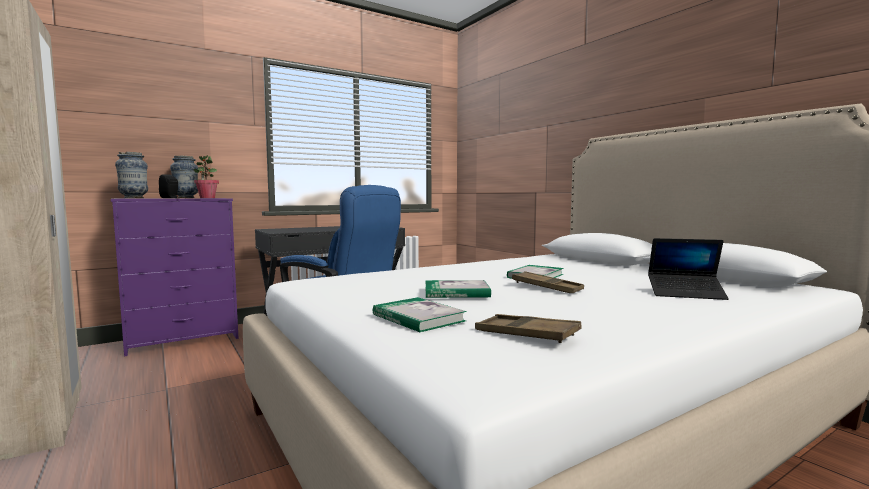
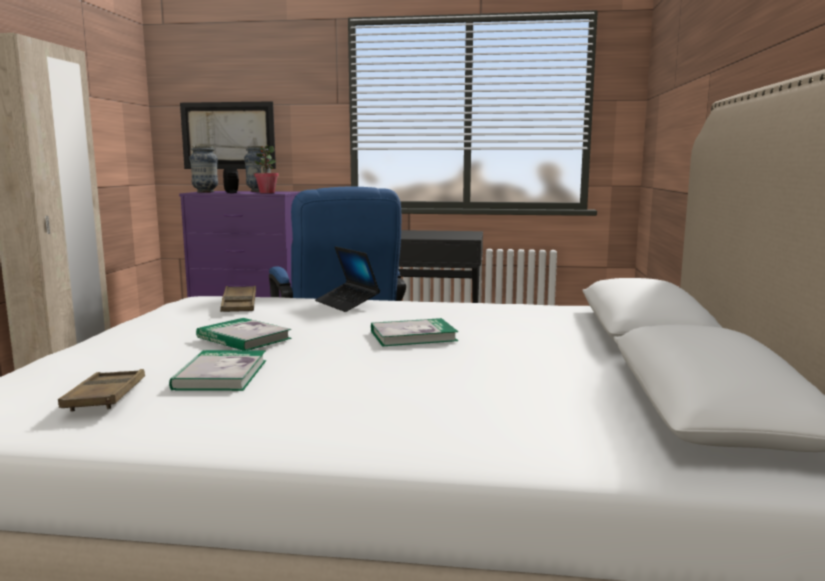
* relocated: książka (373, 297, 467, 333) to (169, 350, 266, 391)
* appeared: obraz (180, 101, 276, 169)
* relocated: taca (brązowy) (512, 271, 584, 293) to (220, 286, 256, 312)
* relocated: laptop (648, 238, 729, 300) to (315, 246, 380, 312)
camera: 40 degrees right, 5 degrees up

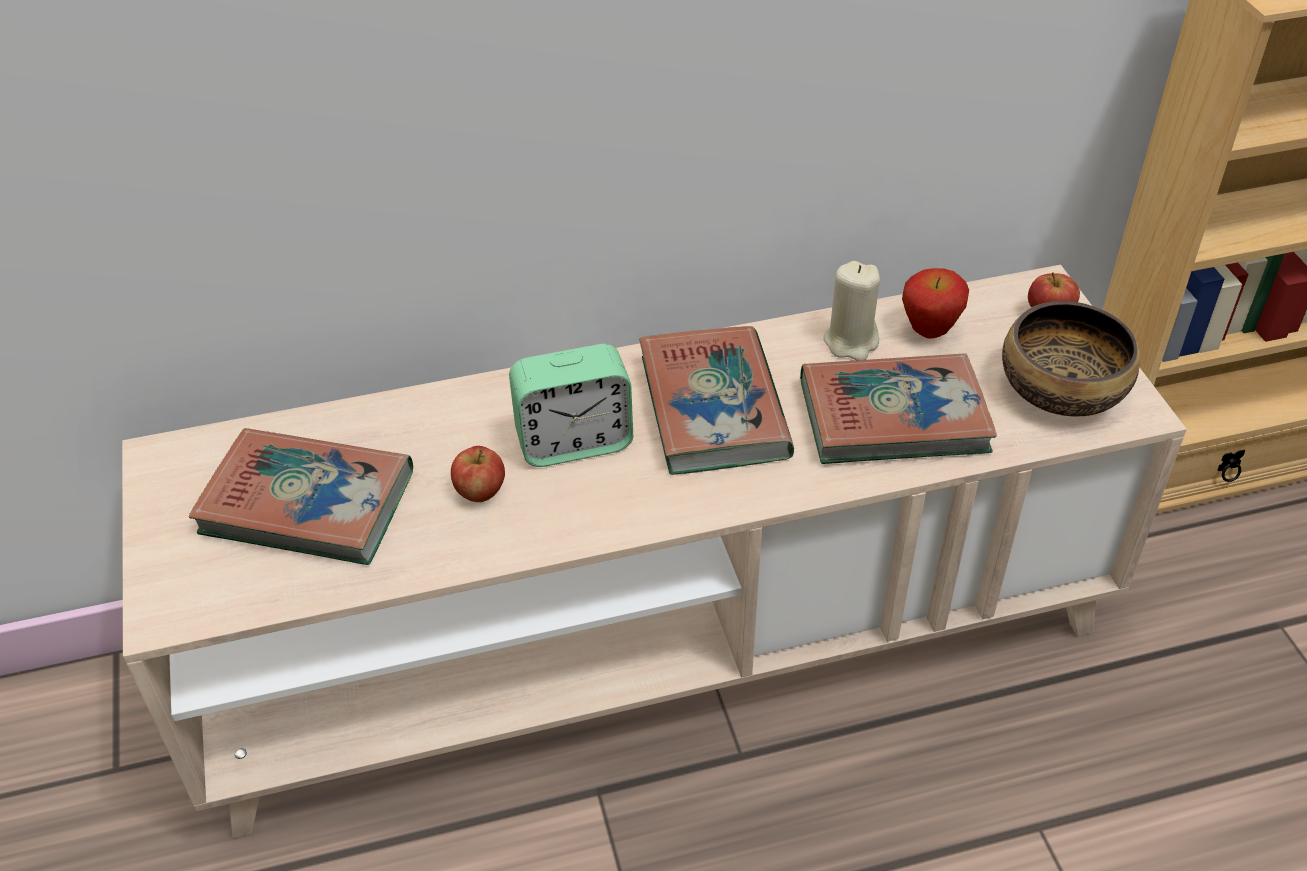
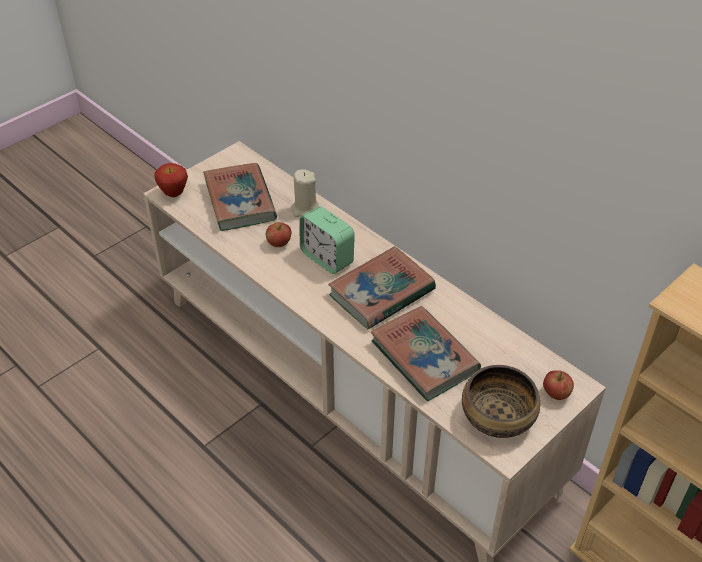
* relocated: jabłko (902, 268, 969, 339) to (154, 163, 188, 197)
* relocated: świeca (beżowy) (823, 261, 880, 360) to (291, 169, 319, 217)
camera: 60 degrees right, 0 degrees up

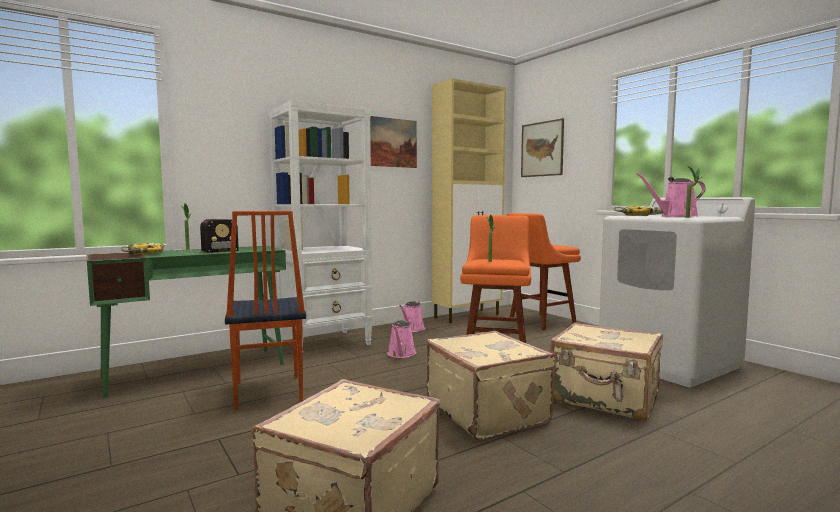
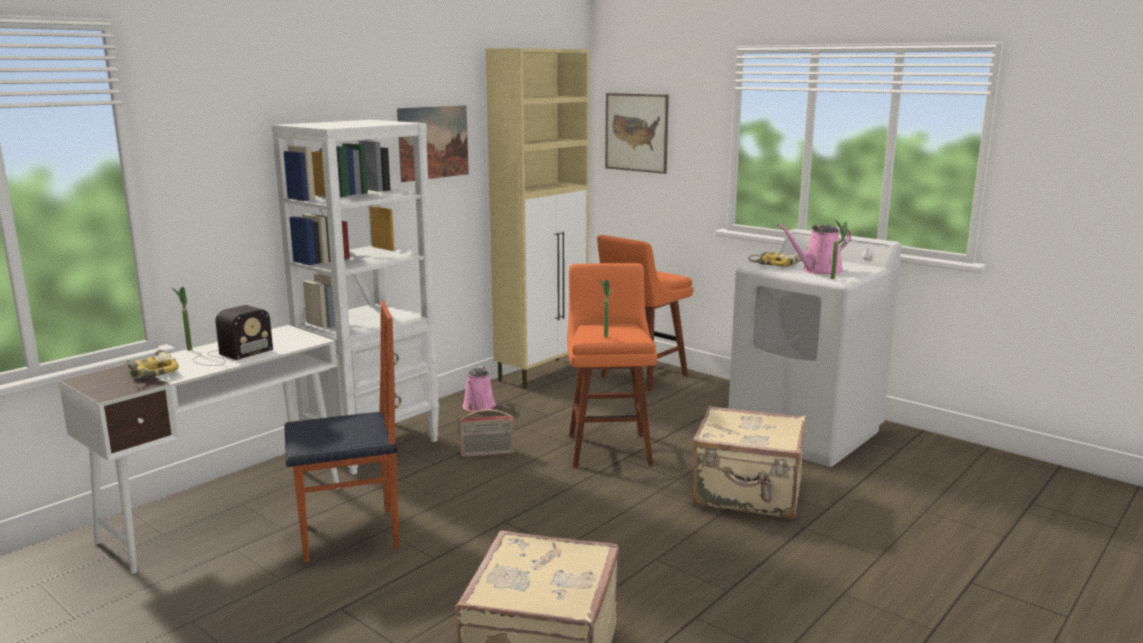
* colour: biurko (zielony) (86, 246, 286, 398) to biurko (biały) (58, 325, 340, 574)
* spun: krzesło (225, 211, 306, 410) = (284, 301, 400, 563) 75 degrees counterclockwise
* exchanged: konewka (różowy) (387, 320, 416, 358) to radio (458, 409, 515, 457)
* missing: walizka (beżowy) (426, 331, 556, 440)
camera: 15 degrees left, 10 degrees up

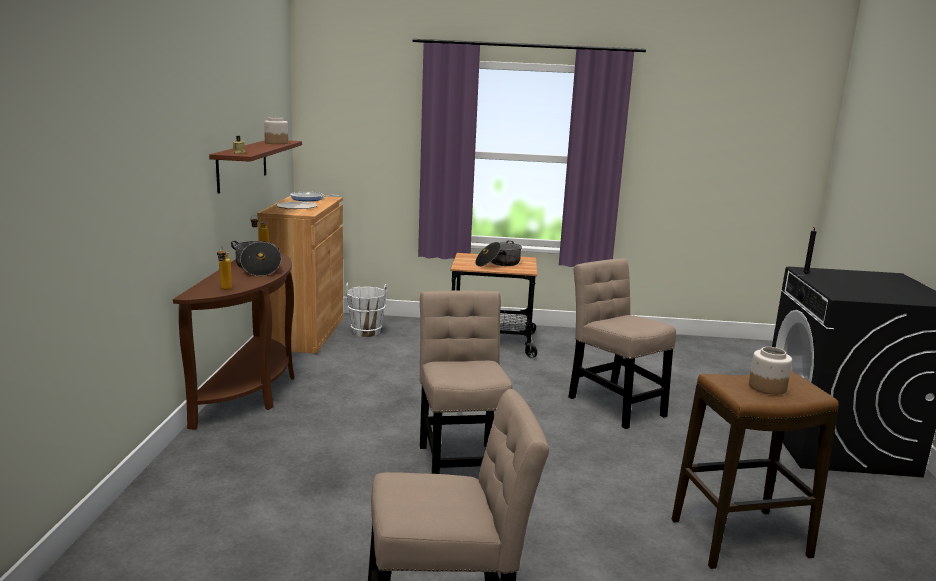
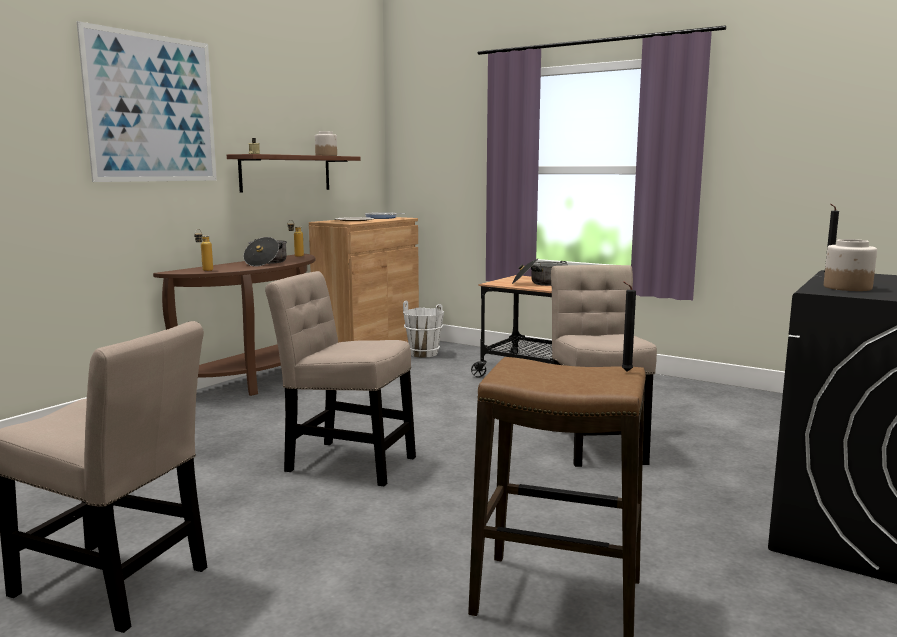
* appeared: obraz (77, 21, 217, 182)
* spun: krzesło (beżowy) (420, 291, 512, 474) = (265, 271, 416, 486) 90 degrees counterclockwise
* appeared: świeca (czarny) (621, 281, 636, 372)
* relocated: słoik (749, 347, 792, 395) to (824, 239, 877, 291)
camera: 30 degrees right, 5 degrees down

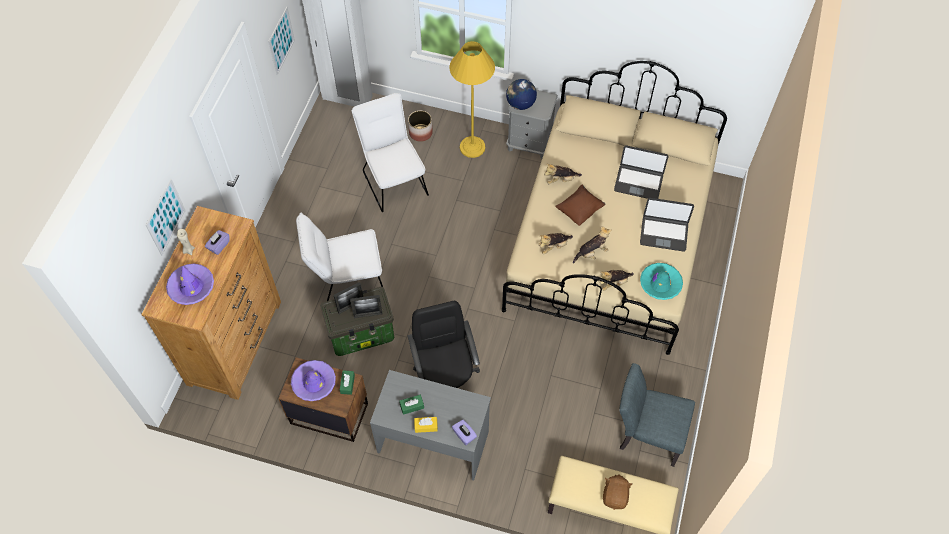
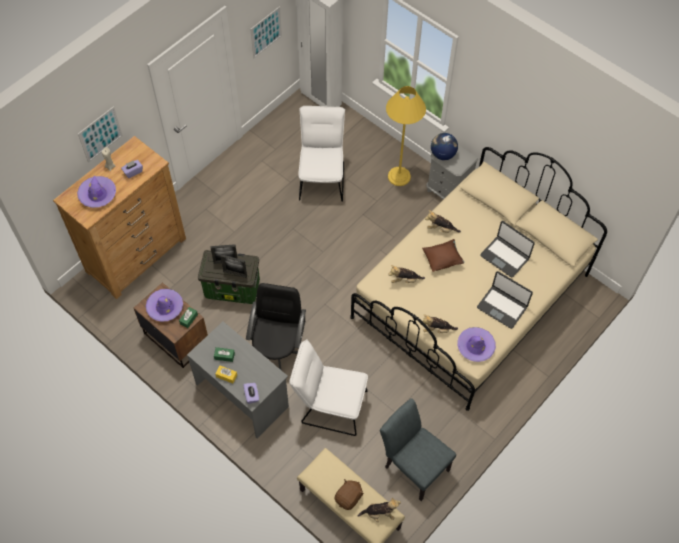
* relocated: krzesło (biały) (296, 213, 383, 301) to (289, 339, 368, 436)
* relocated: pluszak (573, 226, 611, 264) to (358, 497, 401, 522)
* colour: kapelusz (turkusowy) (640, 263, 683, 300) to kapelusz (fioletowy) (457, 327, 496, 362)
* missing: donica (408, 111, 433, 142)
camera: 25 degrees right, 0 degrees up

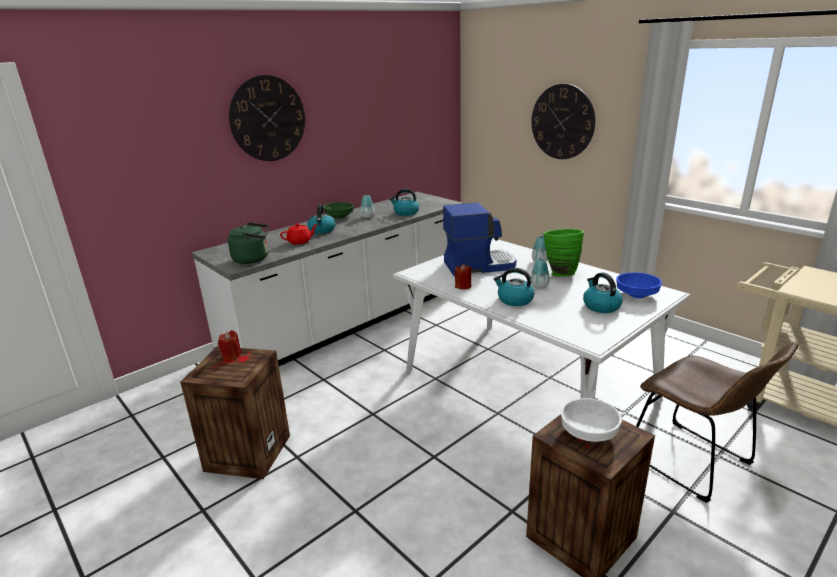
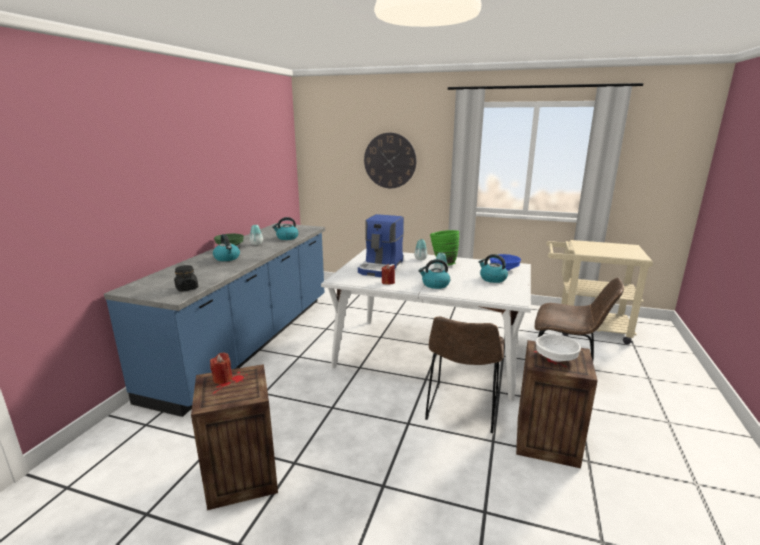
* colour: zabudowa kuchenna (biały) (192, 192, 464, 366) to zabudowa kuchenna (niebieski) (104, 223, 325, 417)
* exchanged: czajnik (zielony) (228, 222, 269, 264) to słoik (czarny) (174, 265, 198, 292)
* spun: ekspres do kawy (443, 203, 516, 276) = (358, 214, 404, 277) 150 degrees clockwise
* appeared: krzesło (brązowy) (425, 316, 504, 433)
* missing: zegar ścienny (229, 75, 305, 161)
* missing: imbryk (czerwony) (280, 223, 318, 245)
camera: 30 degrees left, 5 degrees down

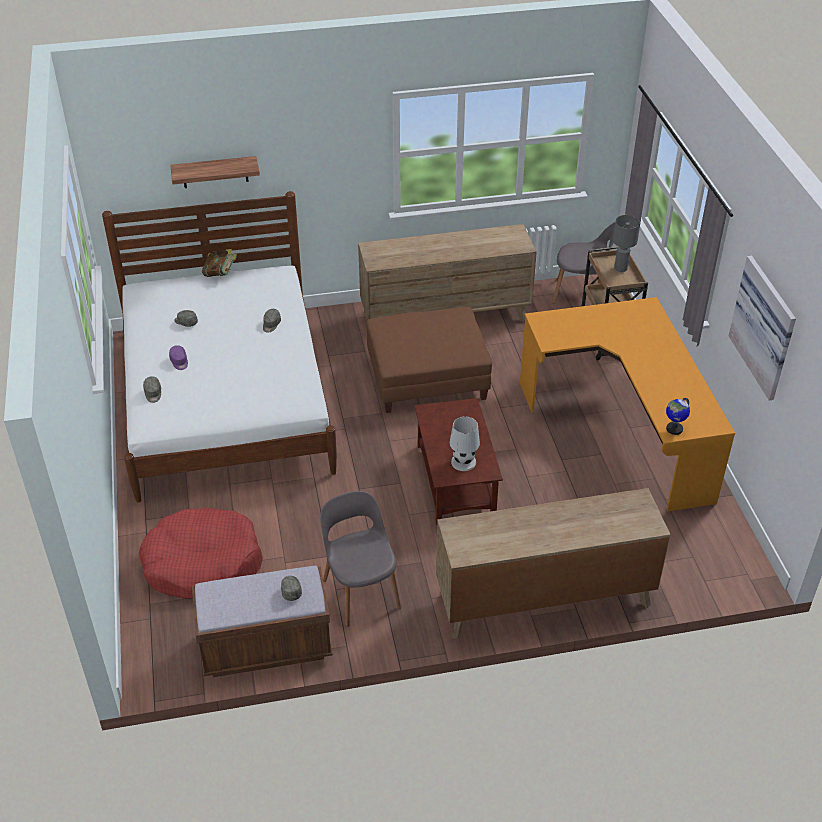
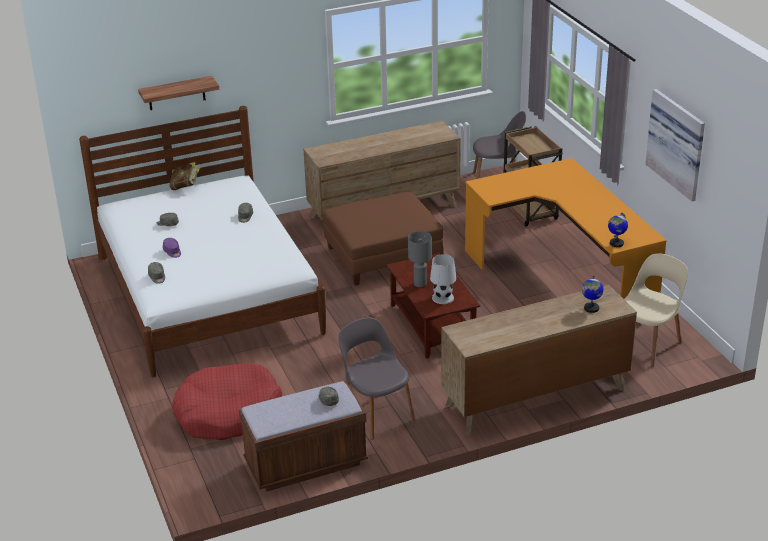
* relocated: lampa stołowa (szary) (613, 215, 640, 272) to (408, 231, 432, 287)
* appeared: globus (582, 276, 604, 313)
* appeared: krzesło (beżowy) (624, 253, 688, 367)
camera: 10 degrees left, 10 degrees down

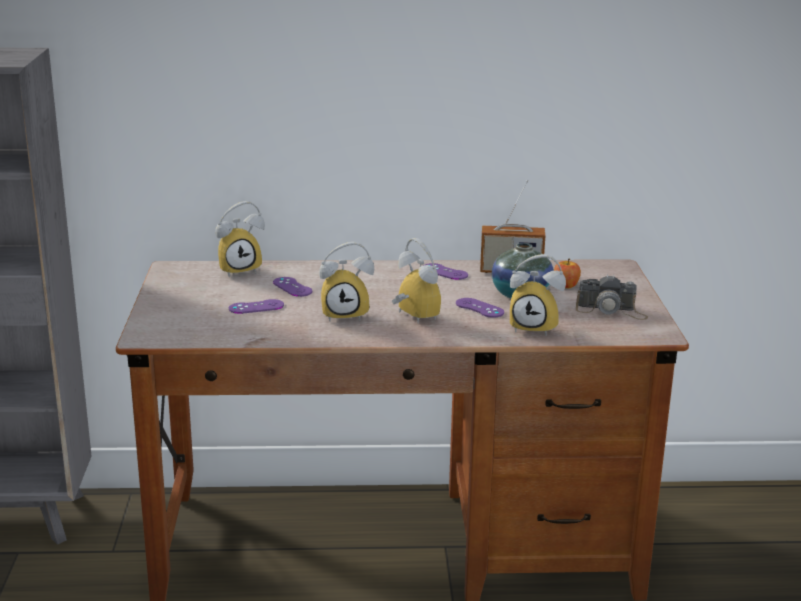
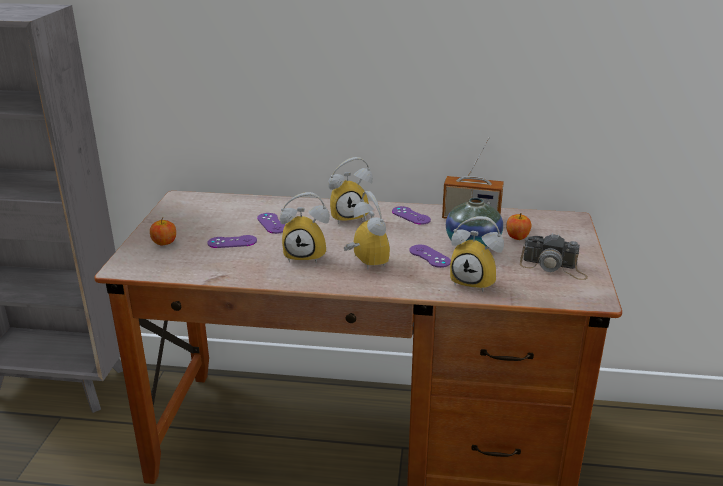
* appeared: jabłko (150, 217, 176, 246)
* relocated: budzik (215, 201, 265, 277) to (328, 157, 373, 224)
camera: 10 degrees right, 5 degrees up

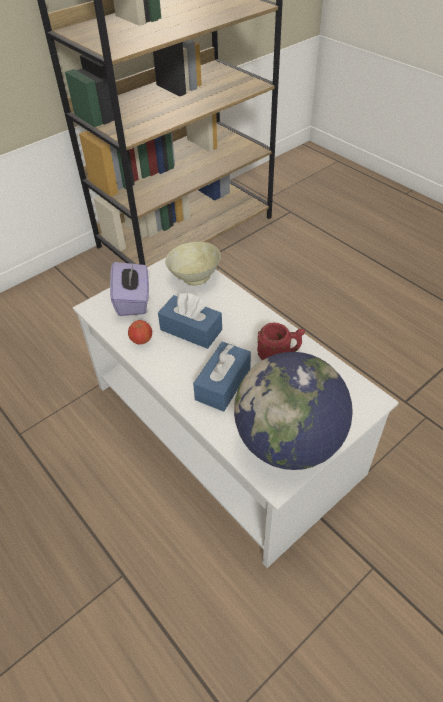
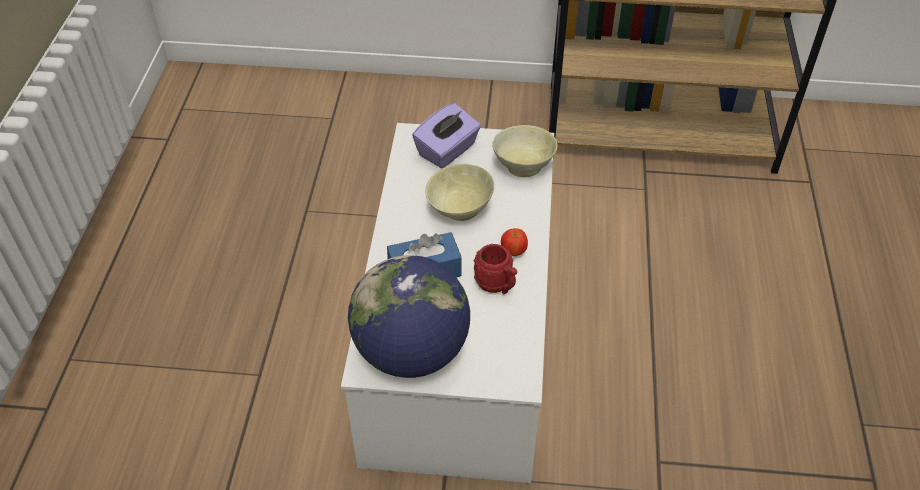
* exchanged: pudełko chusteczek (niebieski) (158, 293, 222, 349) to miska (beżowy) (425, 164, 494, 221)
* relocated: jabłko (128, 320, 152, 344) to (501, 228, 528, 256)
camera: 45 degrees right, 0 degrees up

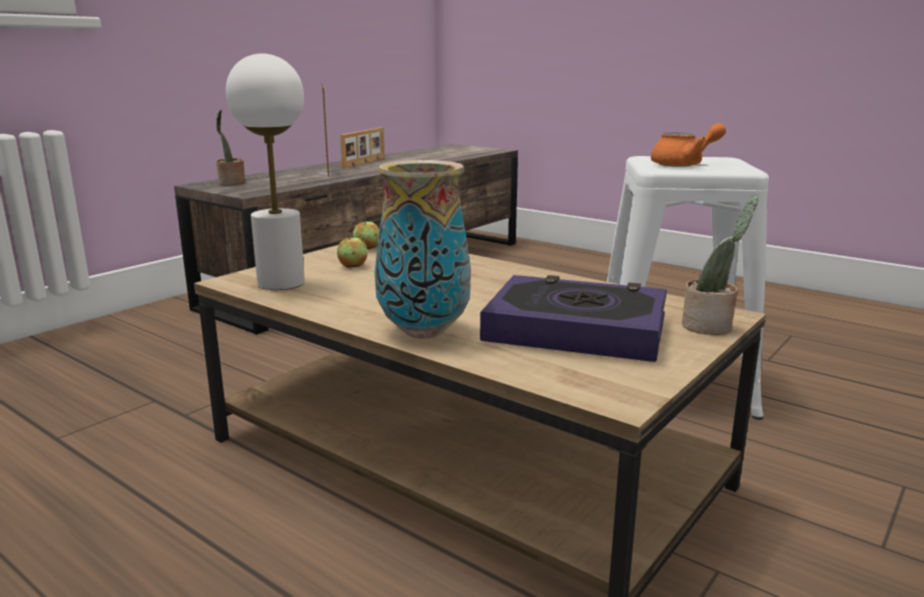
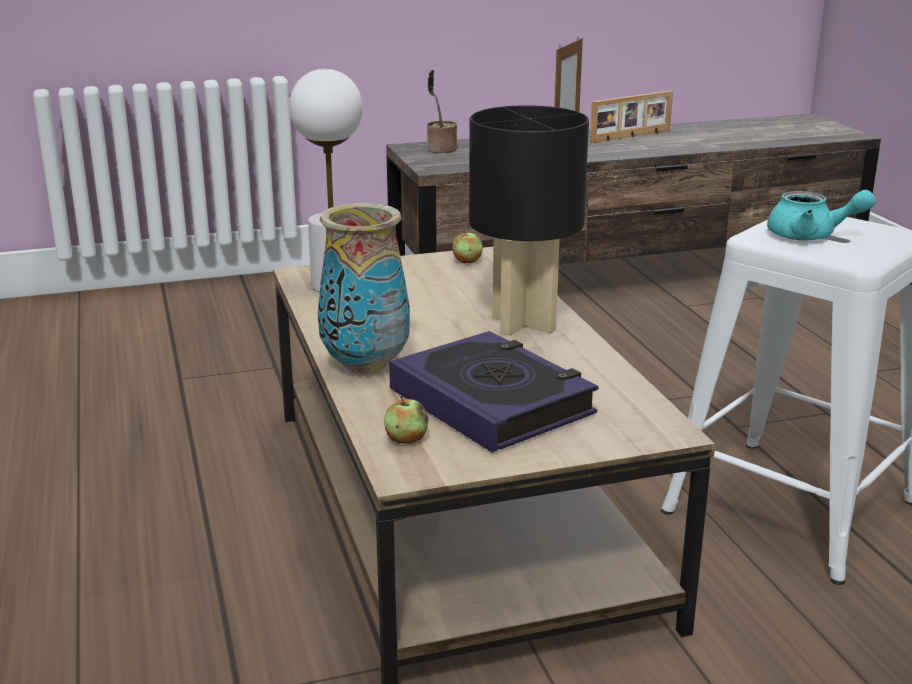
* relocated: jabłko (337, 234, 368, 268) to (384, 396, 429, 444)
* appeared: lampa stołowa (czarny) (469, 105, 589, 336)
* colour: imbryk (pomarańczowy) (651, 123, 726, 167) to imbryk (turkusowy) (767, 190, 876, 240)
* missing: roślina doniczkowa (682, 194, 758, 335)
camera: 35 degrees right, 5 degrees up

